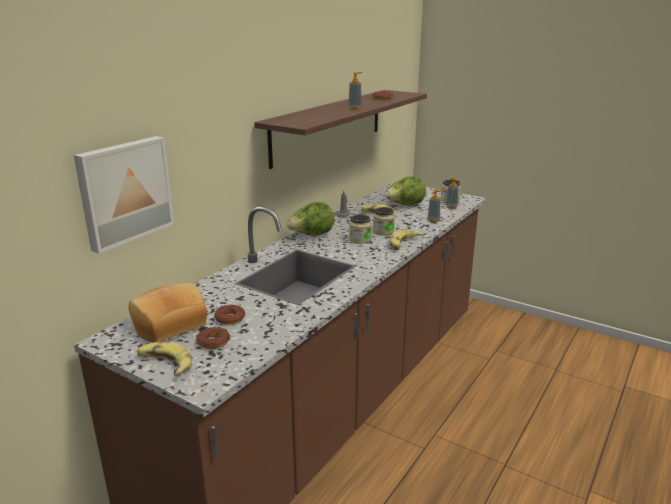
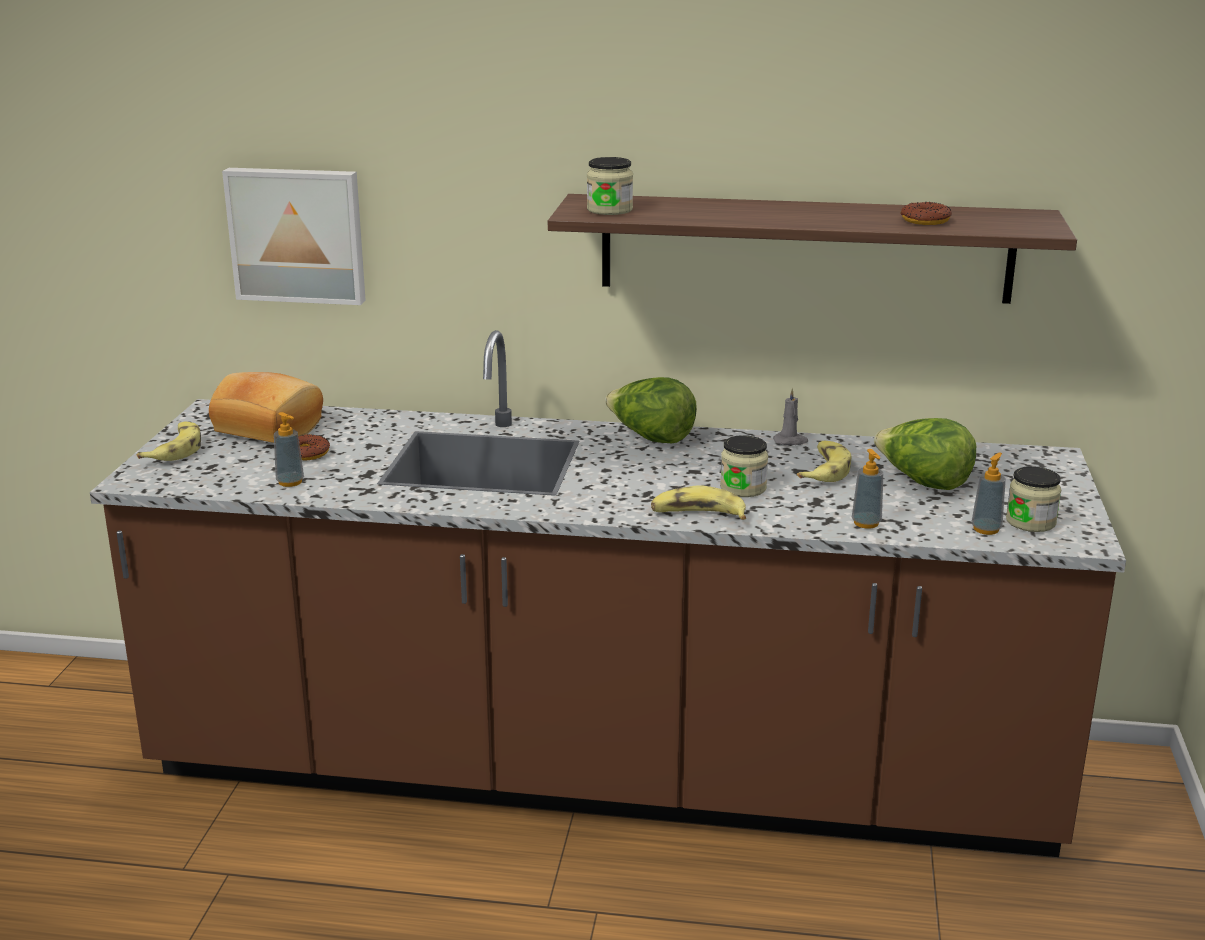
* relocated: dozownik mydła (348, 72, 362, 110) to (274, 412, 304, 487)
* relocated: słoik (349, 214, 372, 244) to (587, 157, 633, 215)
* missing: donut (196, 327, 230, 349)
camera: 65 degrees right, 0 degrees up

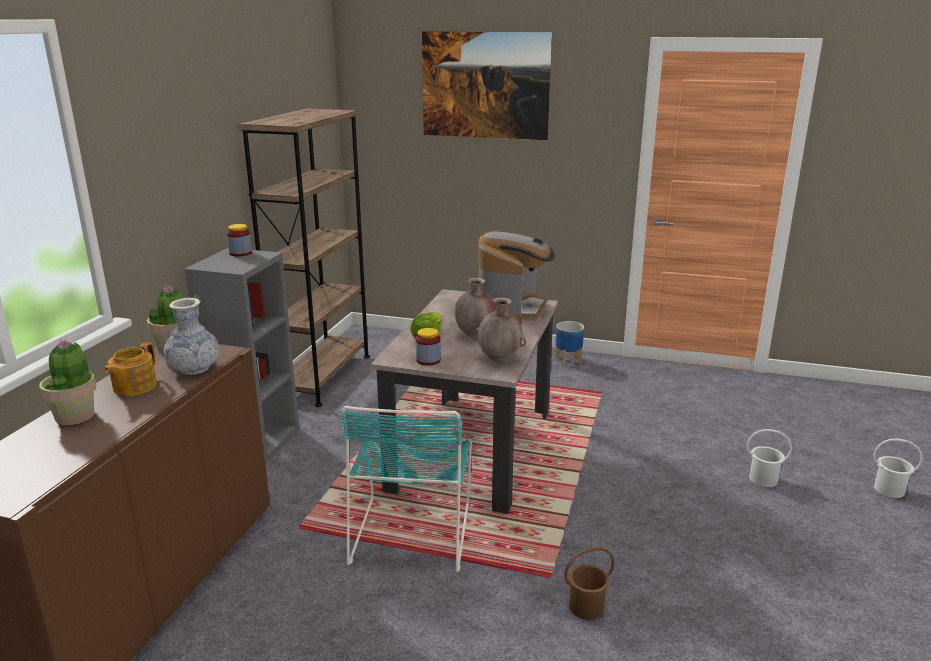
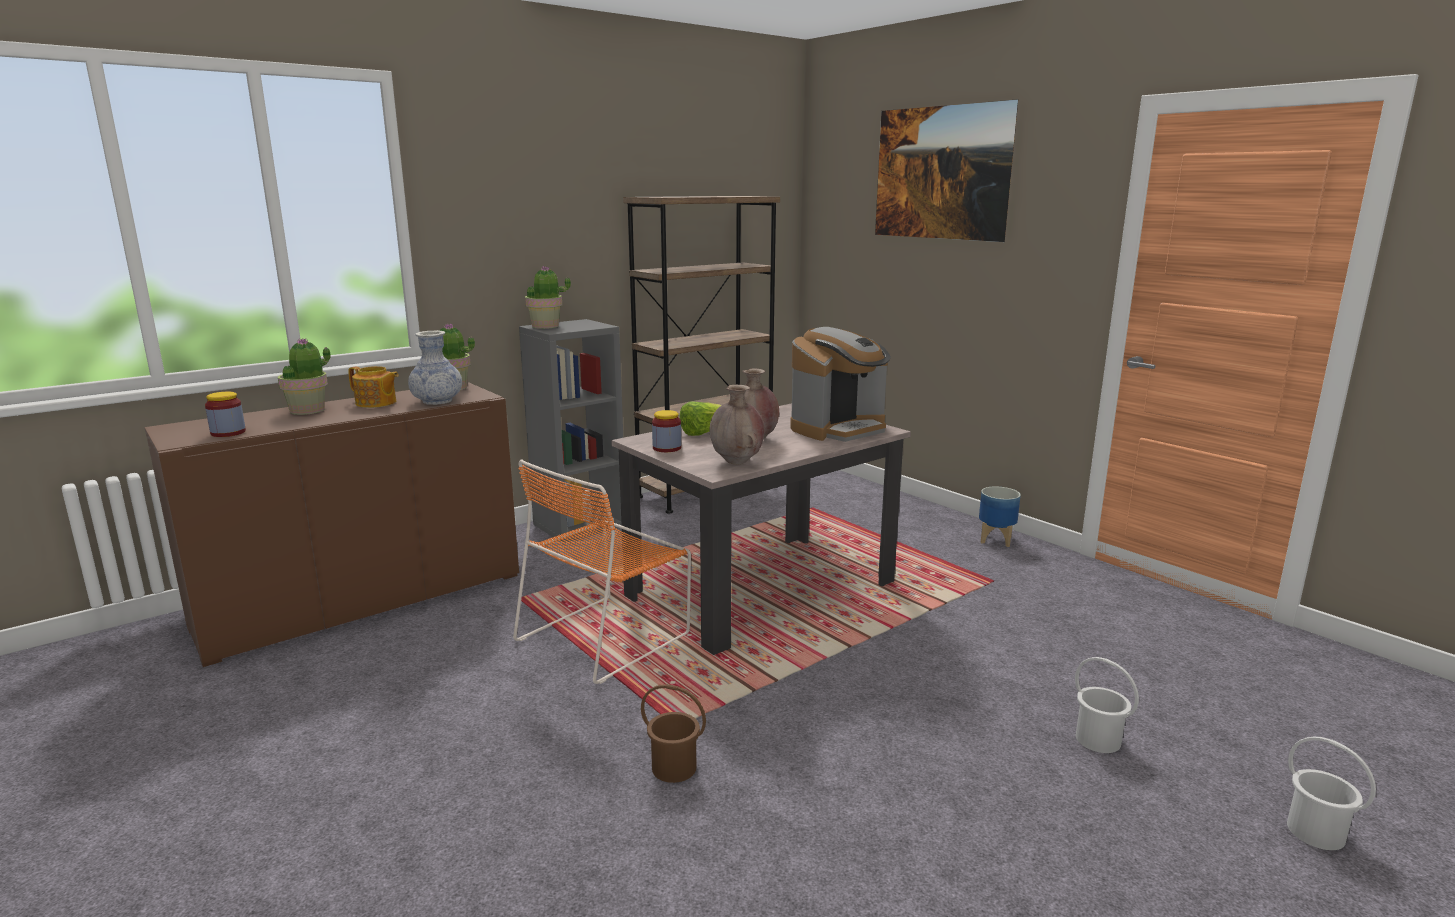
* relocated: słoik (227, 224, 252, 257) to (205, 392, 246, 437)
* spun: imbryk (104, 342, 157, 396) = (348, 366, 399, 408) 120 degrees counterclockwise
* colour: krzesło (turkusowy) (341, 406, 472, 572) to krzesło (pomarańczowy) (513, 459, 691, 684)
* appeared: roślina doniczkowa (525, 266, 571, 329)
camera: 35 degrees right, 5 degrees down

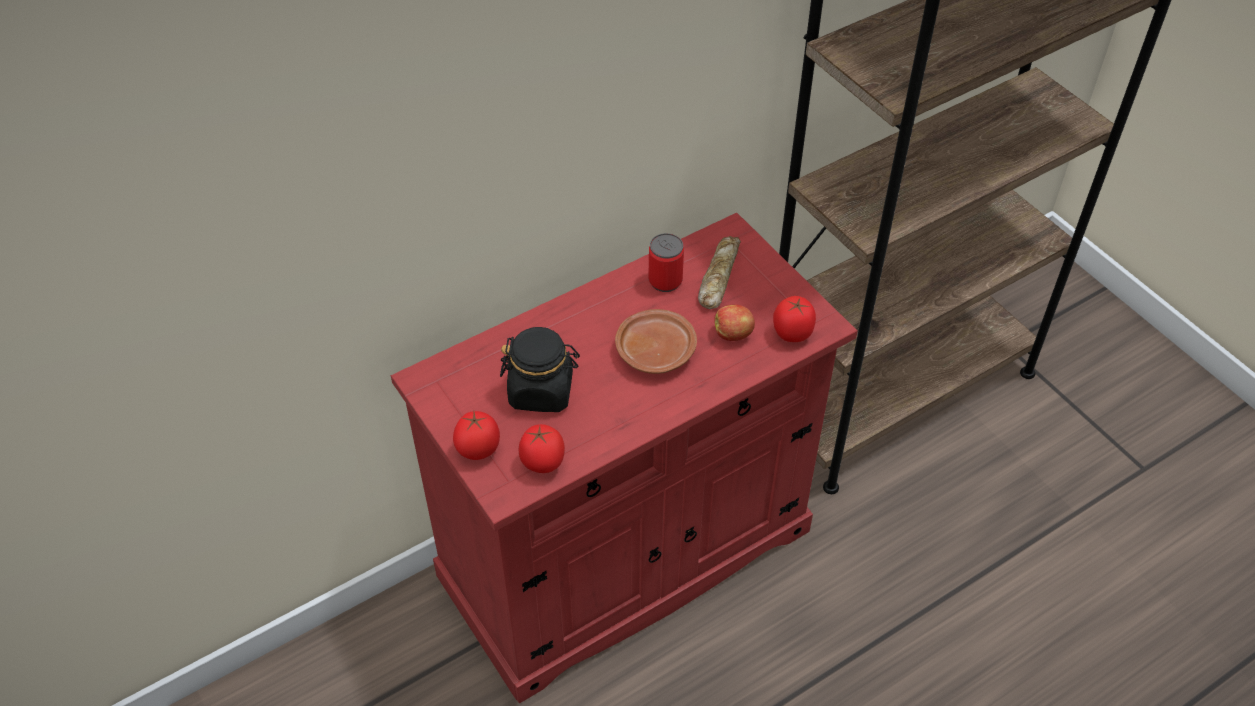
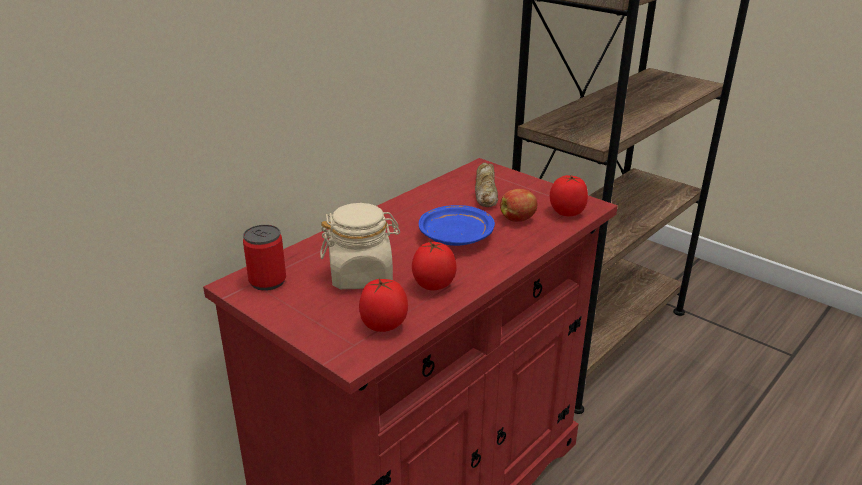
* relocated: puszka (648, 233, 684, 292) to (243, 225, 286, 291)
* colour: słoik (czarny) (500, 327, 580, 412) to słoik (beżowy) (320, 203, 400, 289)
* relocated: pomidor (453, 411, 500, 460) to (412, 241, 457, 291)
* colour: talerz (brązowy) (615, 309, 697, 374) to talerz (niebieski) (419, 205, 495, 246)
camera: 15 degrees left, 20 degrees down

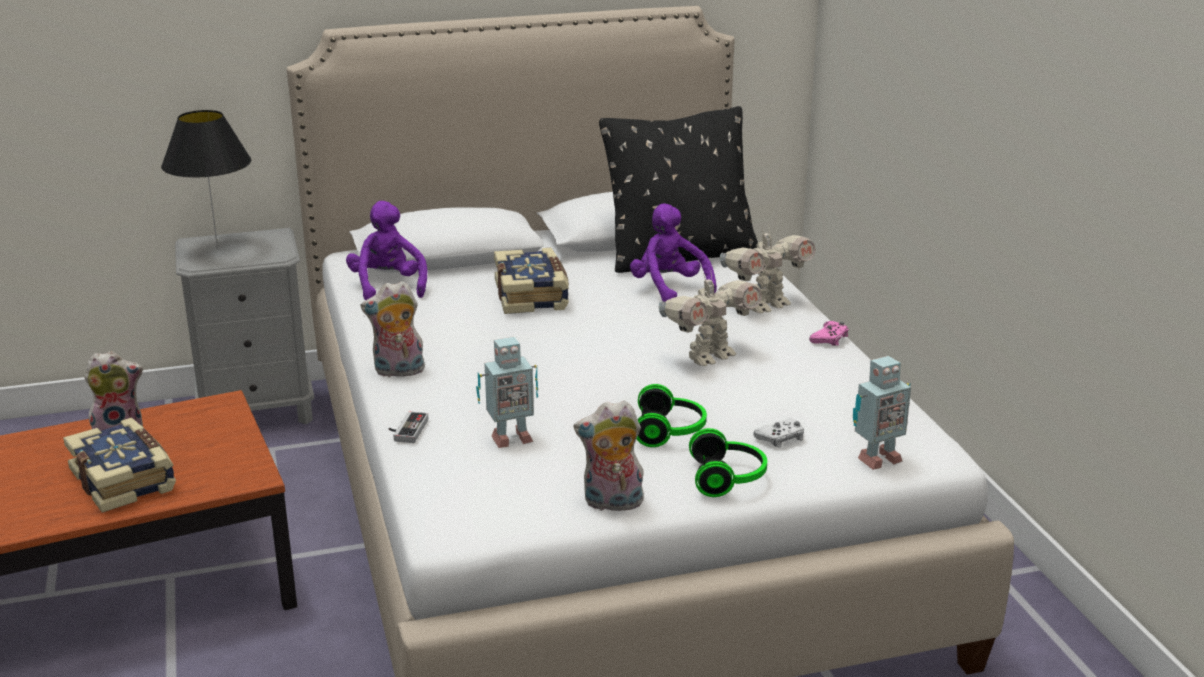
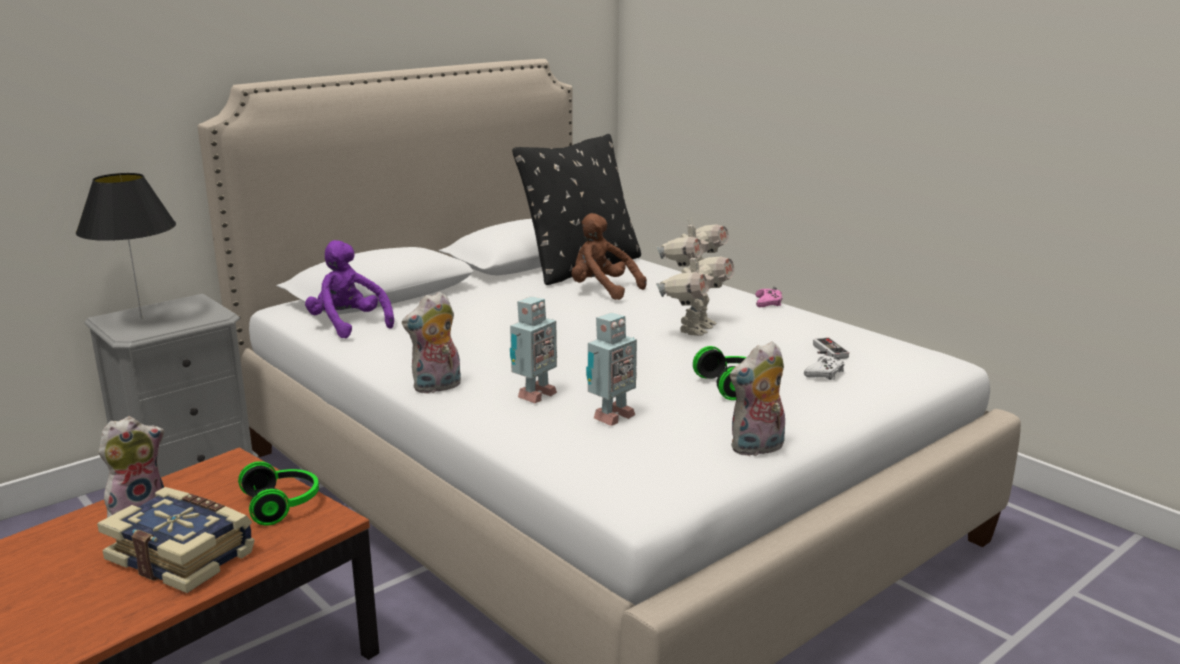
* relocated: słuchawki (689, 428, 767, 497) to (238, 461, 319, 526)
* relocated: robot zabawkowy (853, 356, 911, 470) to (510, 296, 557, 403)
* colour: pluszak (fioletowy) (630, 203, 717, 302) to pluszak (brązowy) (571, 213, 647, 300)
* relocated: pad do gier (388, 412, 428, 443) to (813, 338, 849, 359)
* missing: książka (494, 248, 569, 314)
camera: 25 degrees left, 5 degrees down

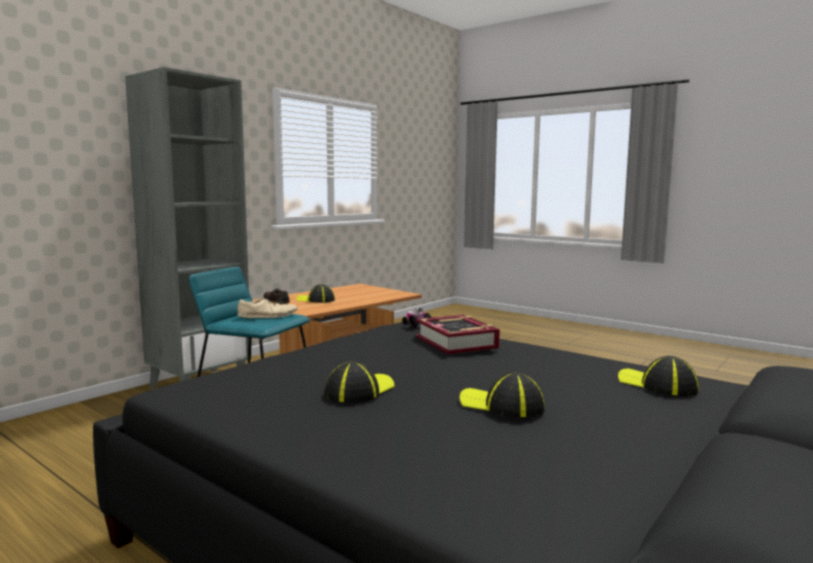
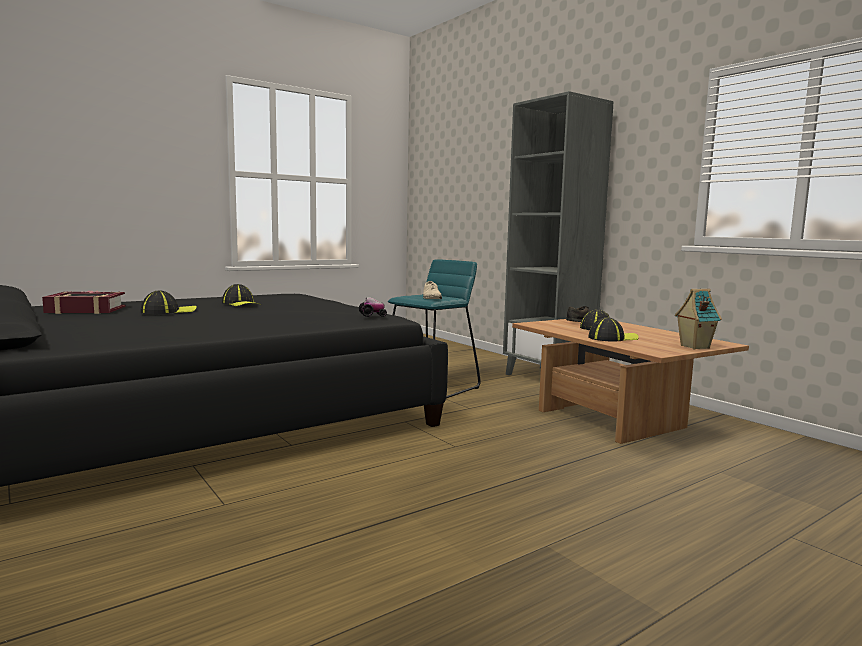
* relocated: książka (416, 315, 500, 354) to (42, 291, 126, 314)
* relocated: czapka z daszkiem (618, 356, 699, 397) to (588, 317, 638, 342)
* appeared: domek (675, 289, 722, 349)
camera: 105 degrees right, 0 degrees up

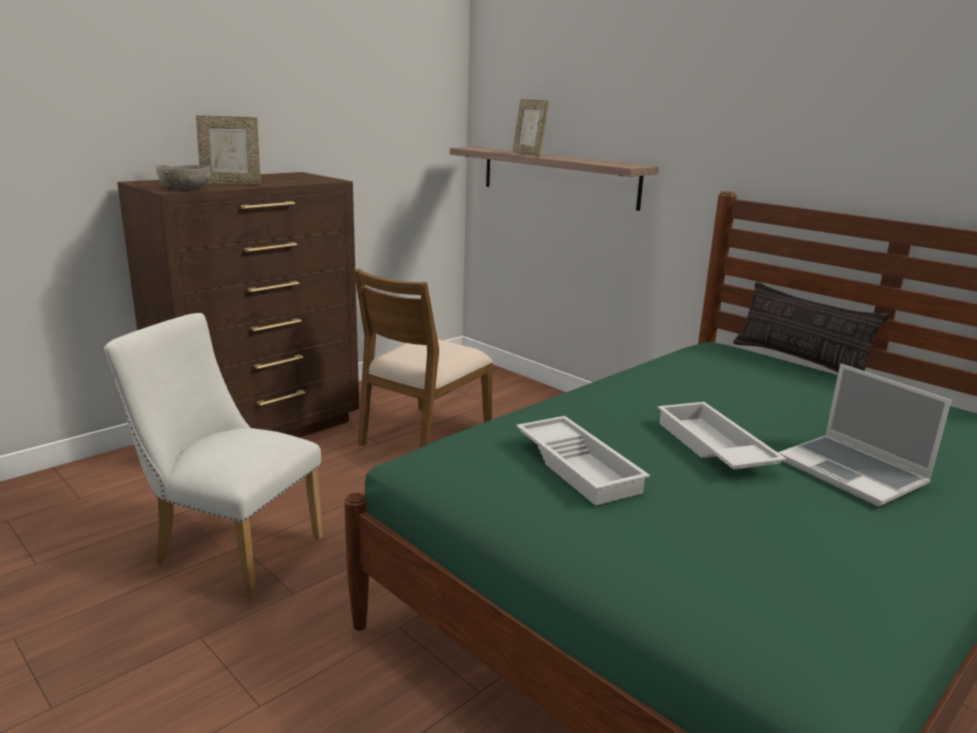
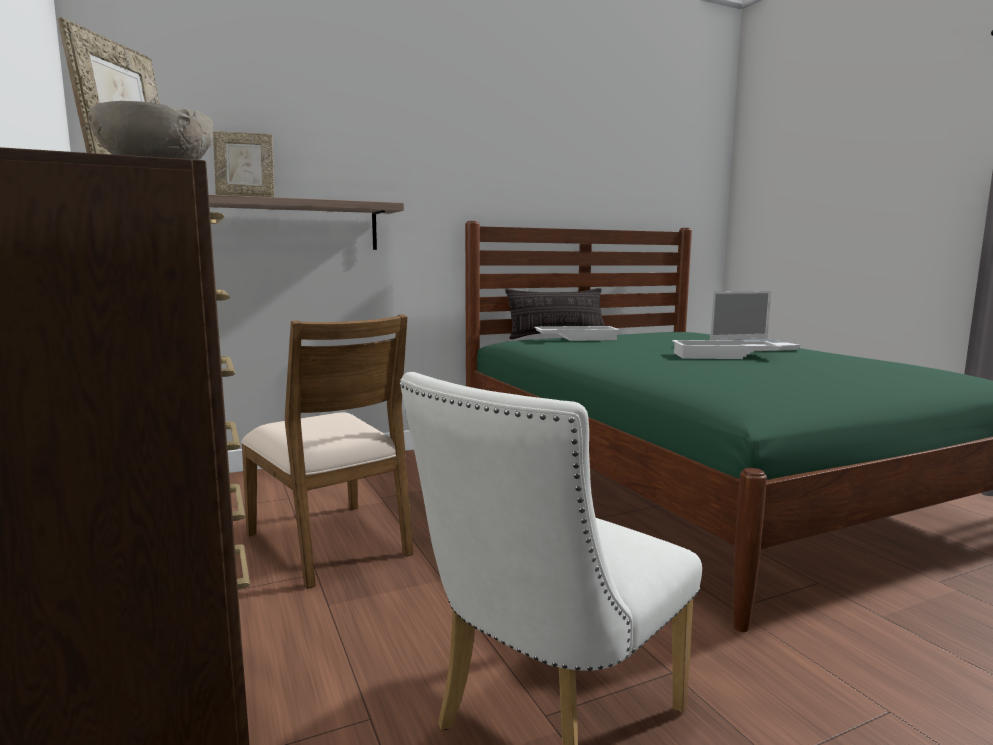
* relocated: taca (biały) (516, 416, 650, 506) to (534, 326, 619, 341)
camera: 70 degrees left, 10 degrees down

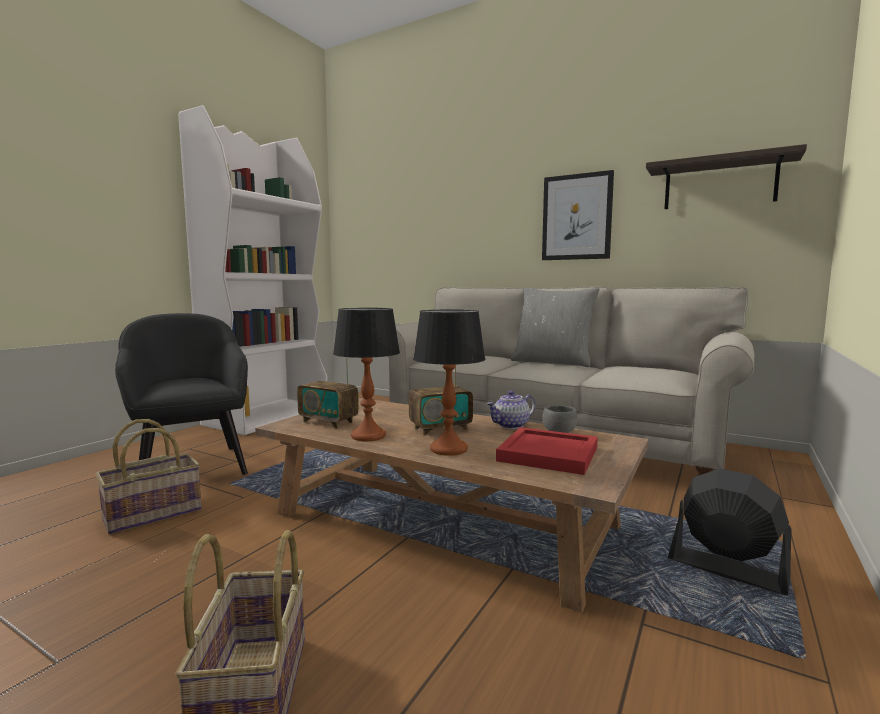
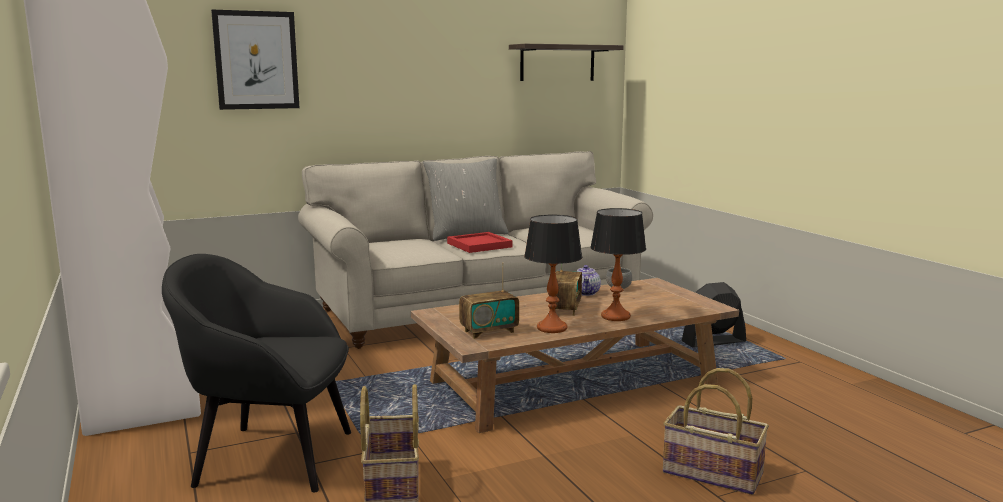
* relocated: obraz (542, 170, 614, 260) to (211, 10, 299, 110)
* relocated: taca (czerwony) (496, 427, 598, 475) to (447, 232, 513, 253)
camera: 55 degrees left, 5 degrees up

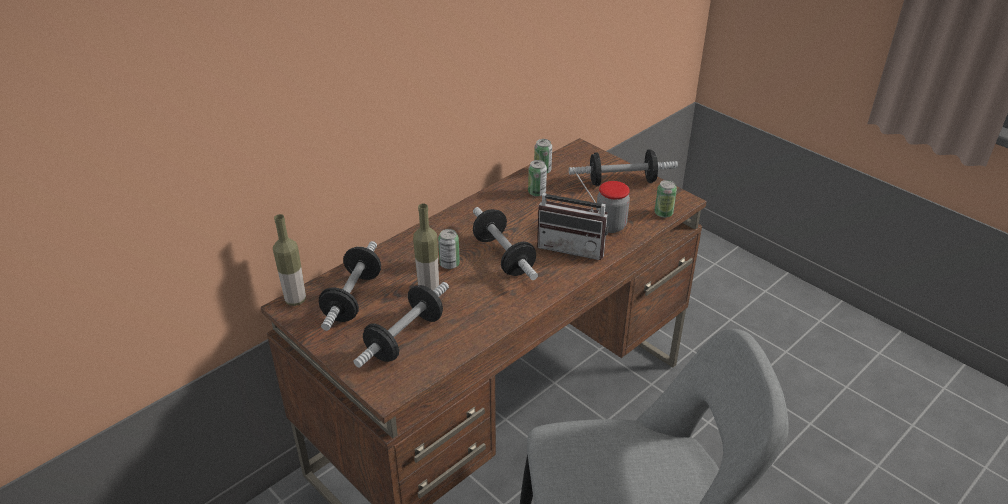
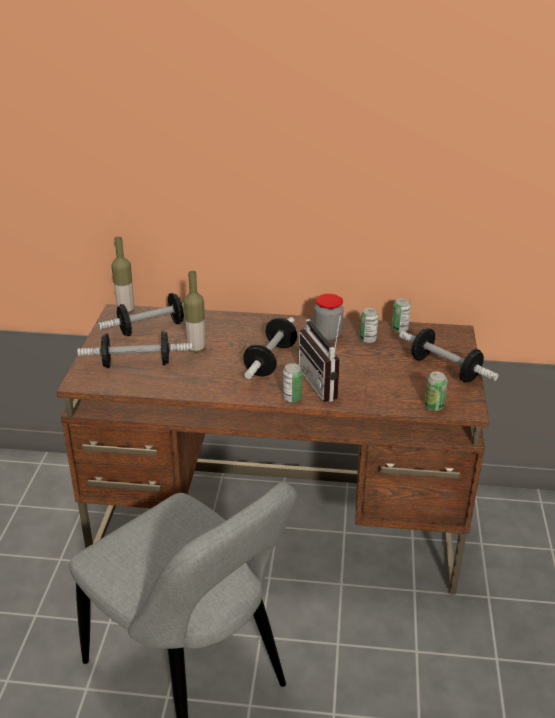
* relocated: puszka (438, 229, 460, 269) to (283, 363, 303, 402)
* relocated: słoik (596, 181, 630, 233) to (314, 294, 344, 341)
camera: 50 degrees right, 5 degrees down

